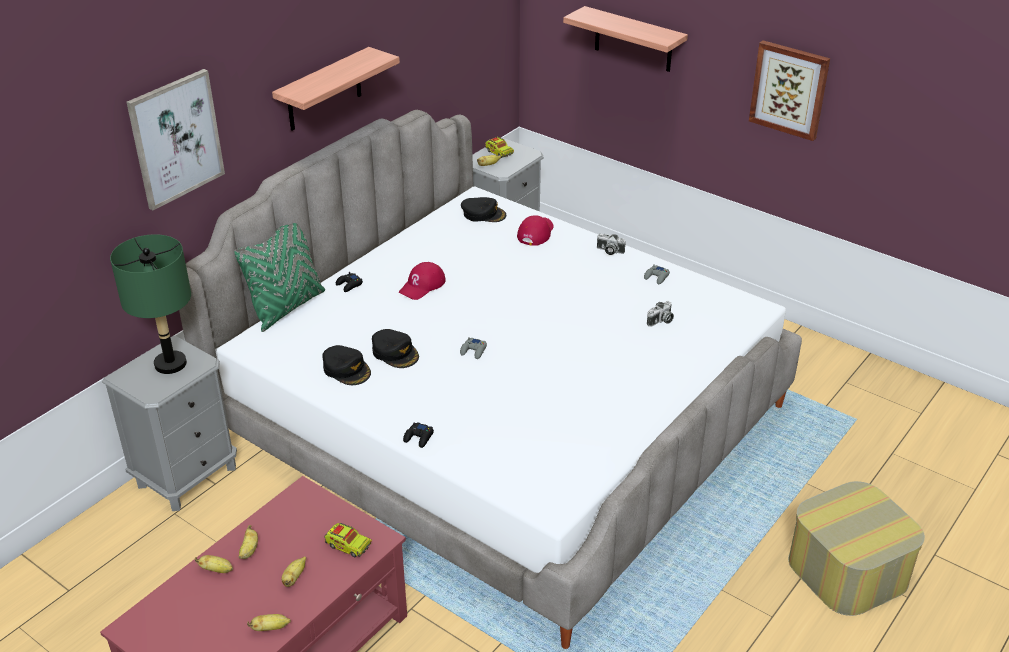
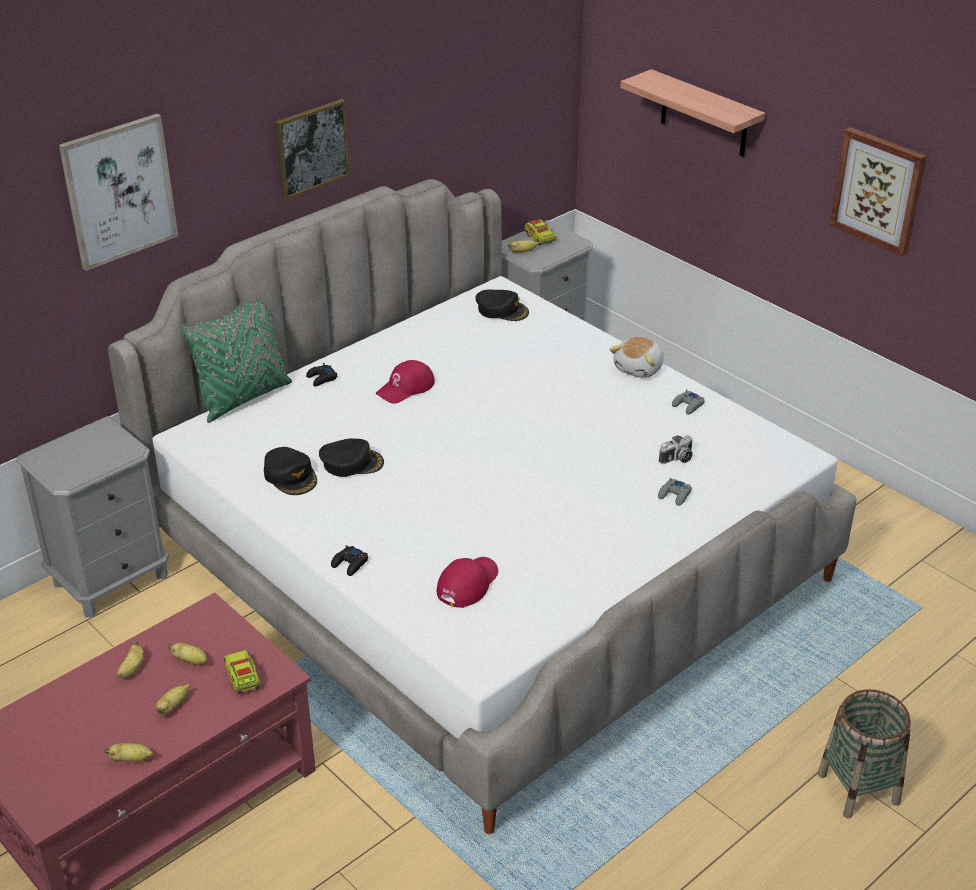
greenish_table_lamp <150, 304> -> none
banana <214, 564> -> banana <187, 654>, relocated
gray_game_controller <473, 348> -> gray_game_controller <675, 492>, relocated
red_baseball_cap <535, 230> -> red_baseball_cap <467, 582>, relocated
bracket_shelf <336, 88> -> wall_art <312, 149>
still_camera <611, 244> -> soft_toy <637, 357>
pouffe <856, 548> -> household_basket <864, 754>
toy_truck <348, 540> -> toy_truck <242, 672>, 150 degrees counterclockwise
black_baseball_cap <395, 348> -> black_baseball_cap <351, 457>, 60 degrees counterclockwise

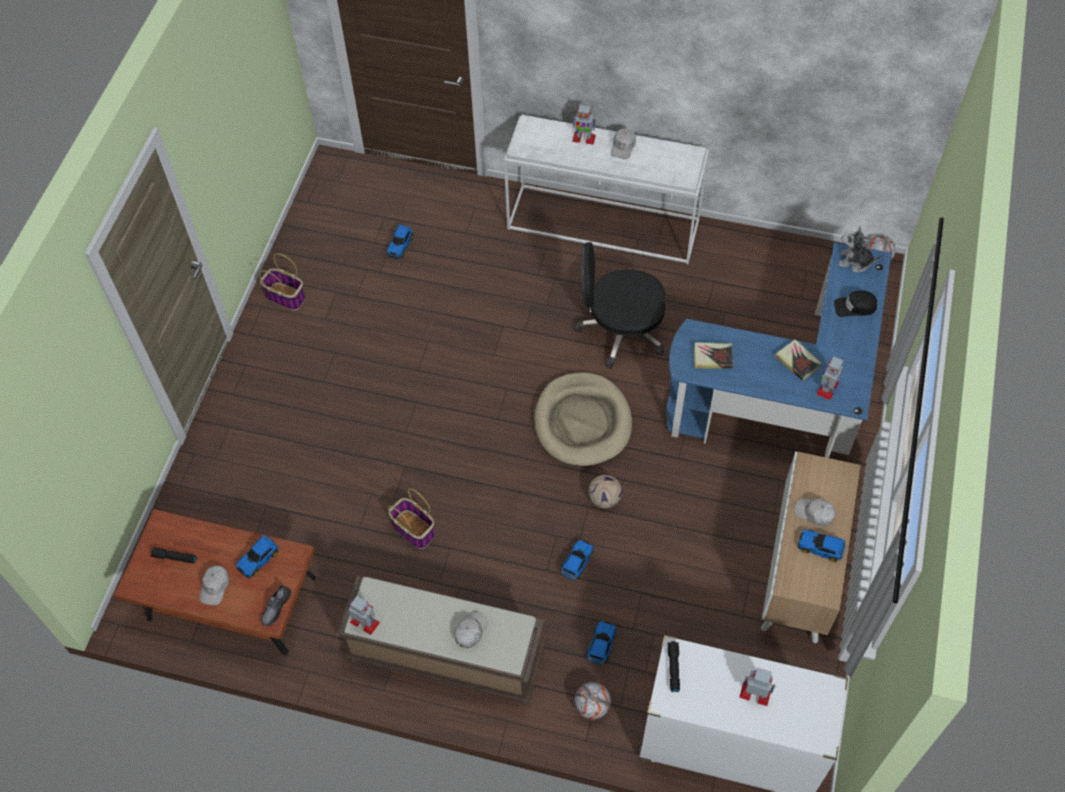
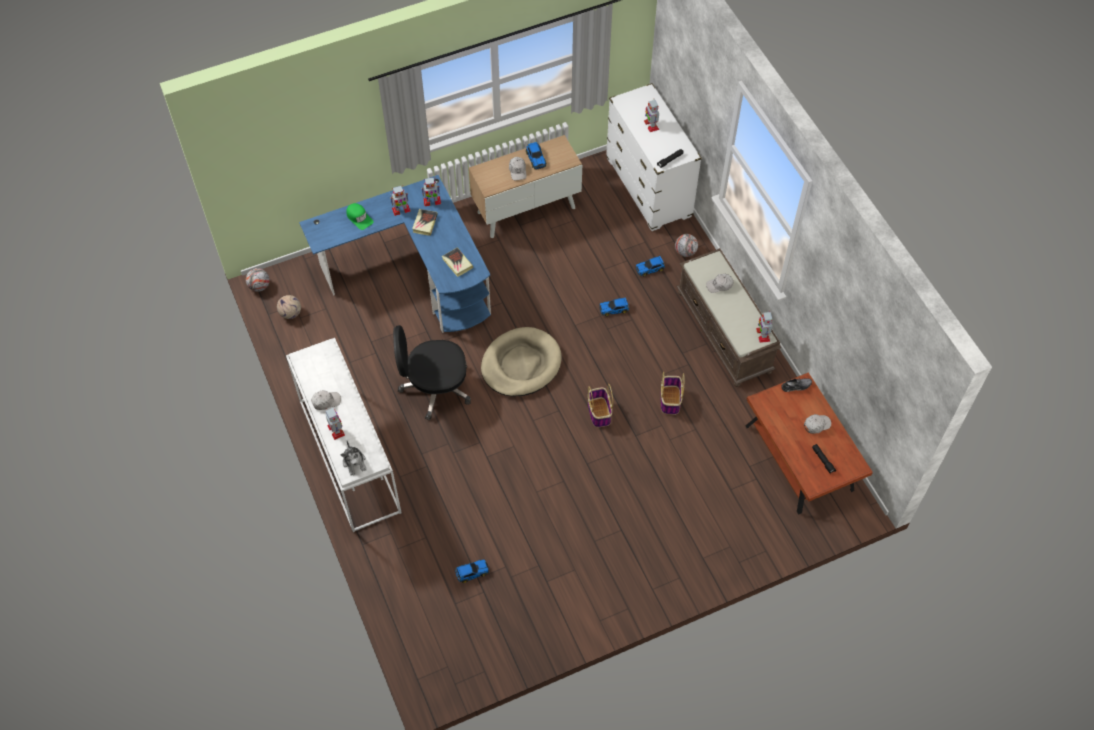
miniature_car <257, 556> -> none
none -> model_robot <400, 200>
household_basket <282, 281> -> household_basket <600, 405>, relocated
football_ball <605, 491> -> football_ball <289, 307>, relocated
soft_toy <860, 249> -> soft_toy <353, 458>, relocated
black_baseball_cap <855, 304> -> greenish_baseball_cap <360, 216>
black_desk_chair <619, 305> -> black_desk_chair <432, 372>, 120 degrees clockwise

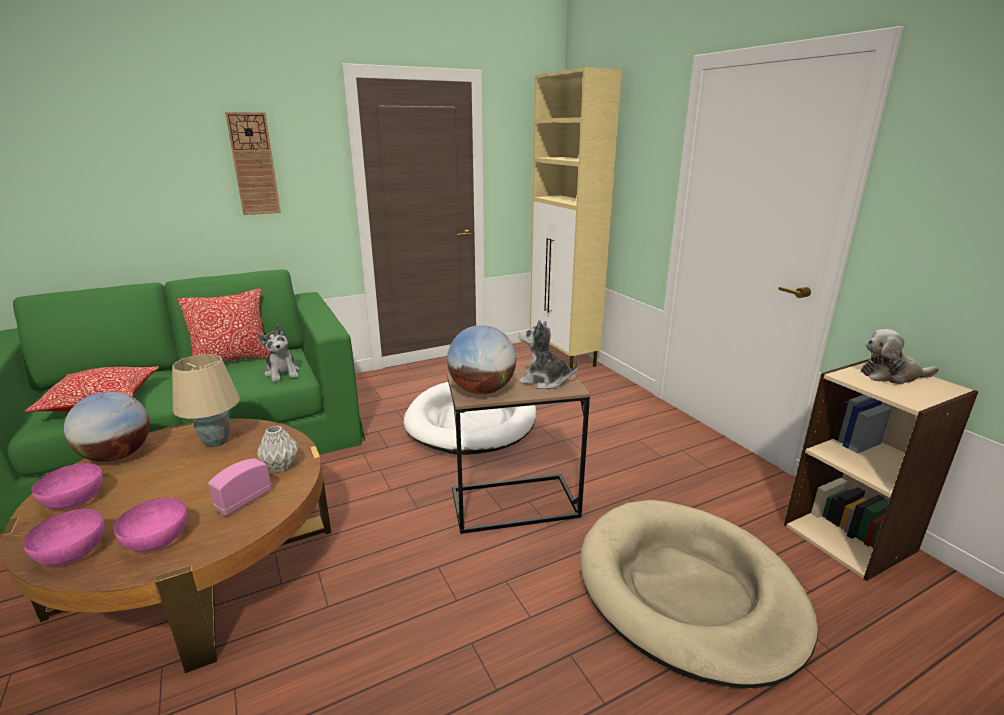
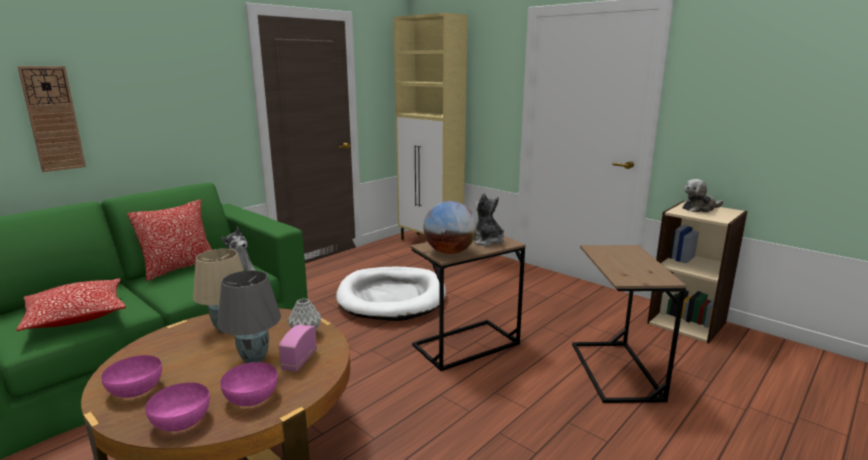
globe <107, 426> -> none
none -> gray_table_lamp <249, 316>
clock_on_the_wall <253, 163> -> clock_on_the_wall <52, 119>, relocated
beige-coloured_dog_bed <699, 594> -> brown-coloured_accent_table <629, 324>
soft_toy <549, 354> -> soft_toy <489, 219>, 60 degrees clockwise

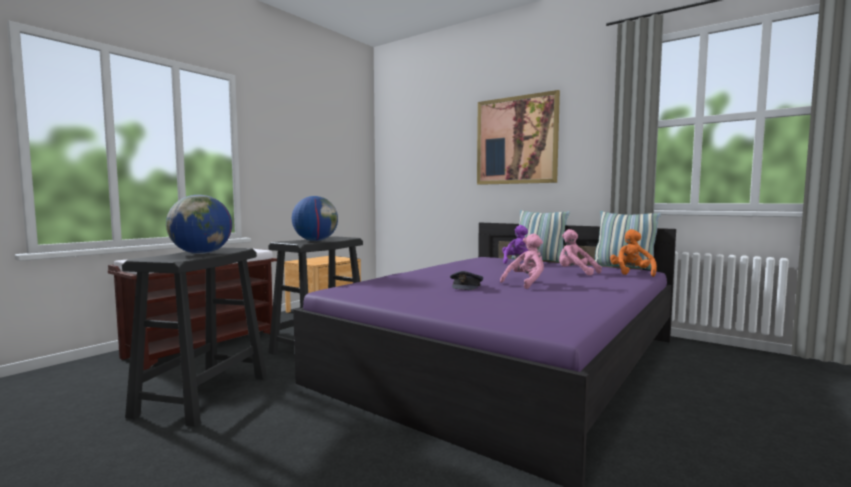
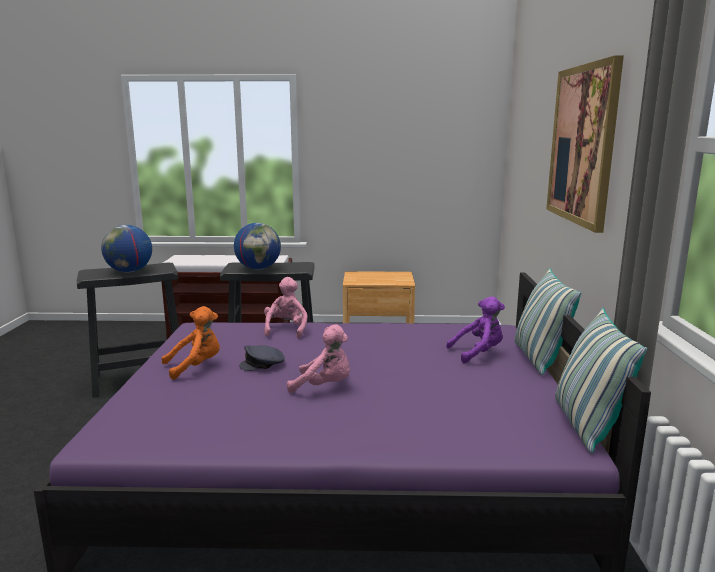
pinkish_soft_toy <580, 252> -> pinkish_soft_toy <286, 307>, relocated
orange-coloured_soft_toy <633, 253> -> orange-coloured_soft_toy <191, 343>, relocated

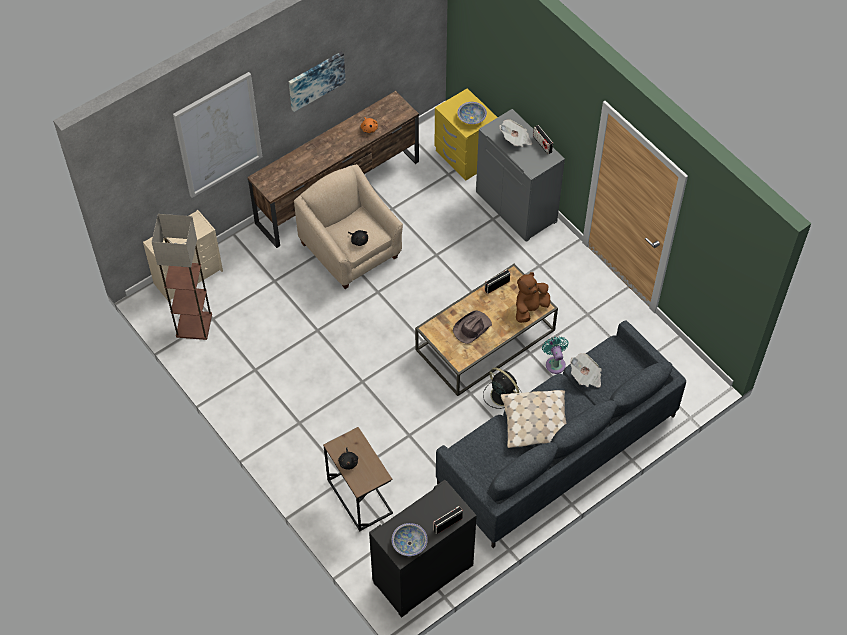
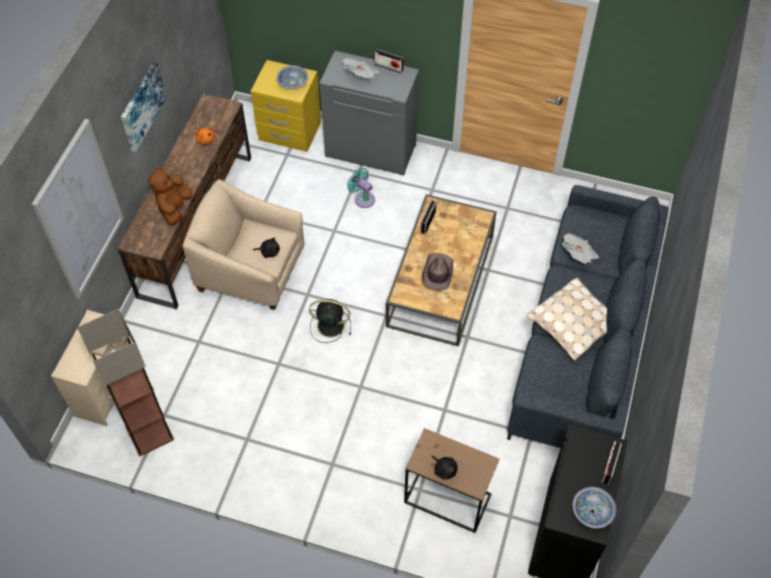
black_fan <502, 388> -> black_fan <330, 321>, relocated
brown-coloured_soft_toy <533, 297> -> brown-coloured_soft_toy <170, 195>, relocated
turquoise-coloured_fan <555, 355> -> turquoise-coloured_fan <361, 188>, relocated

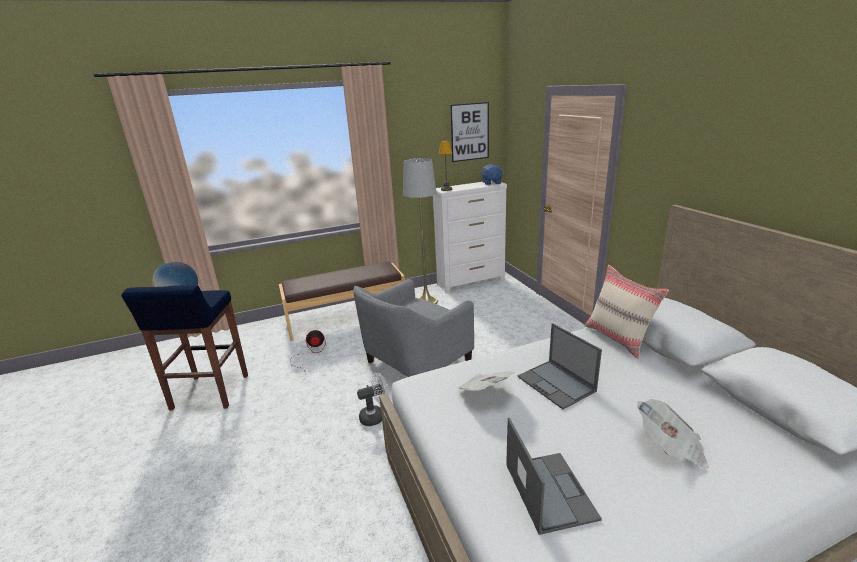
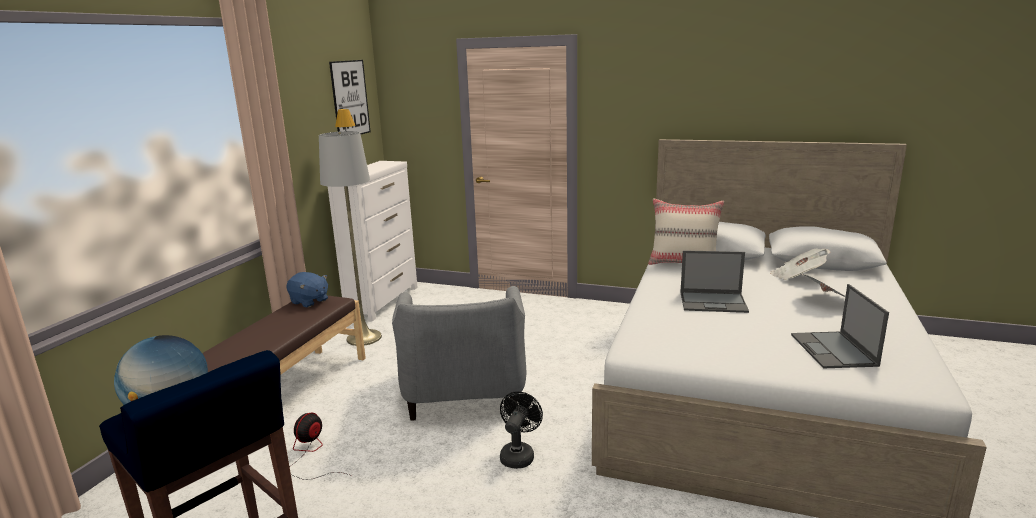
printed_paper <486, 381> -> printed_paper <800, 264>, relocated
blue-coloured_soft_toy <492, 174> -> blue-coloured_soft_toy <307, 289>, relocated
white_fan <373, 399> -> black_fan <521, 430>
laptop <554, 476> -> laptop <840, 326>, 120 degrees counterclockwise

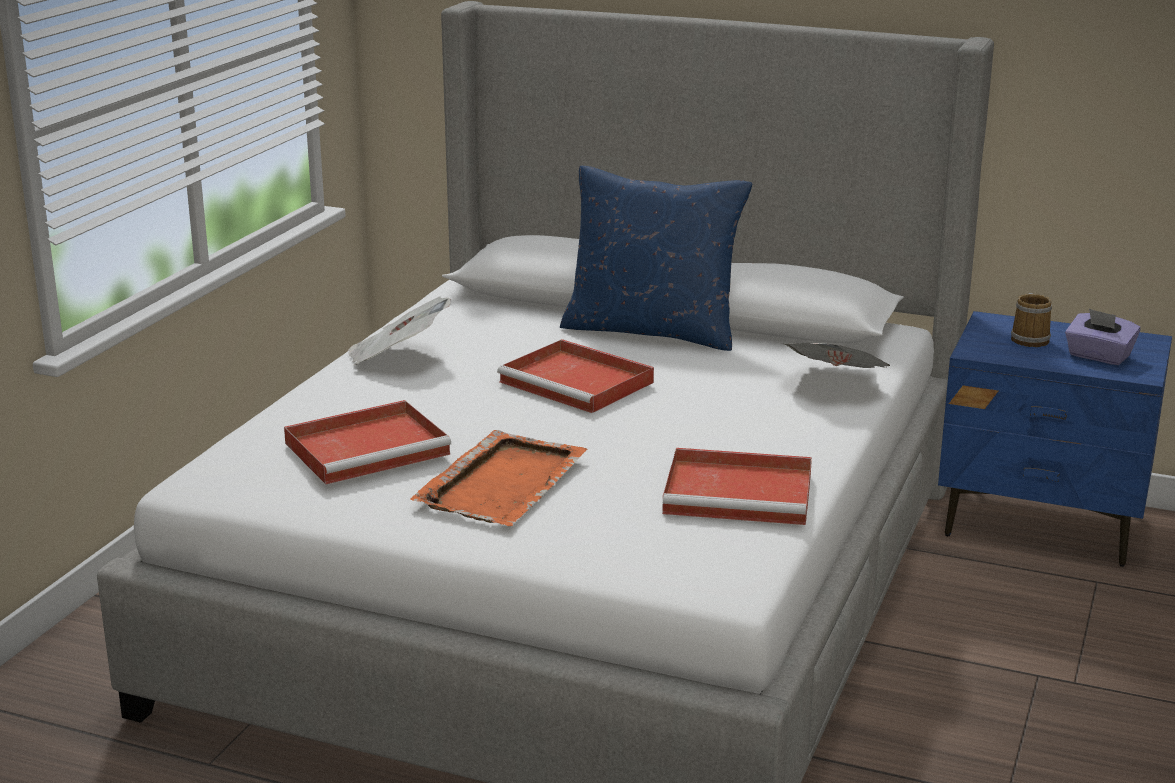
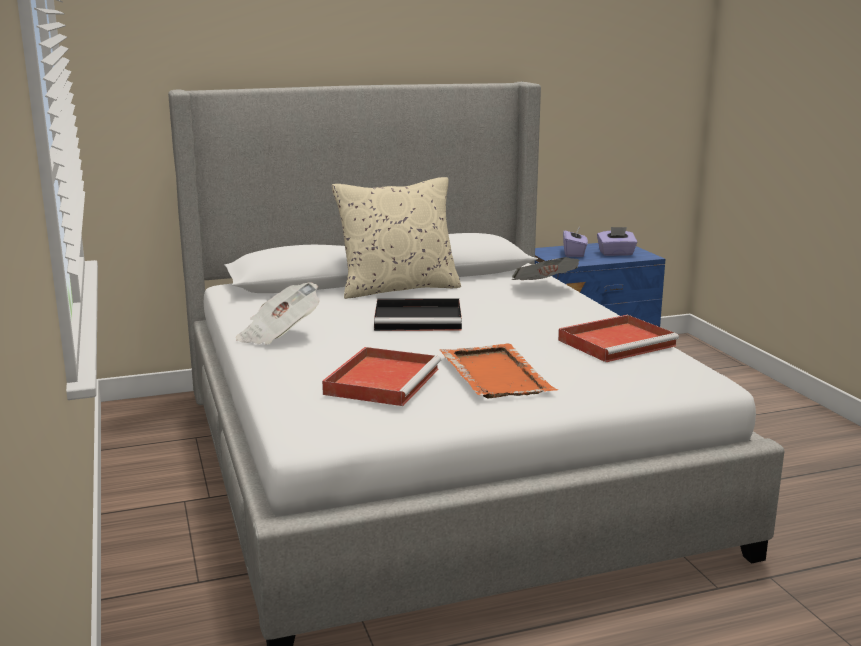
tea_mug <1031, 320> -> purple-coloured_tissue_holder <575, 241>
red_tray <575, 376> -> black_tray <418, 314>
blue-coloured_throw_pillow <656, 258> -> beige-coloured_throw_pillow <396, 238>

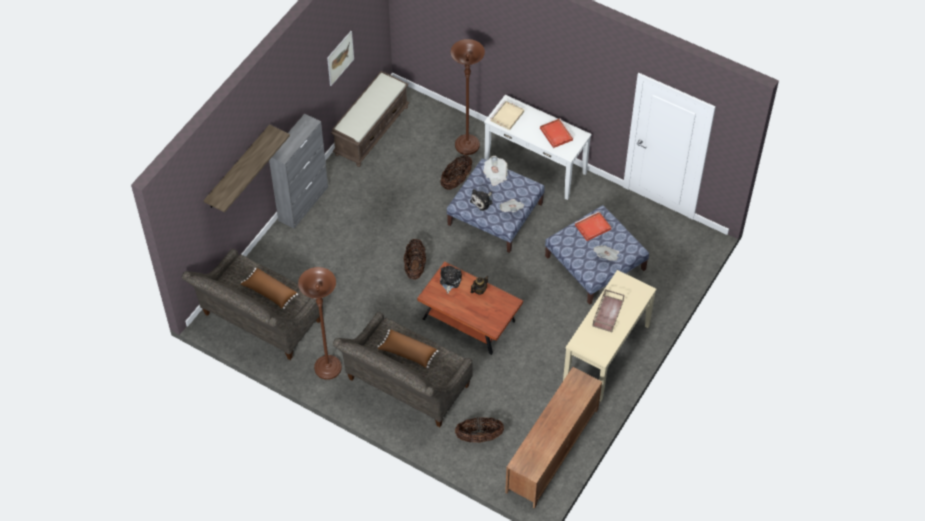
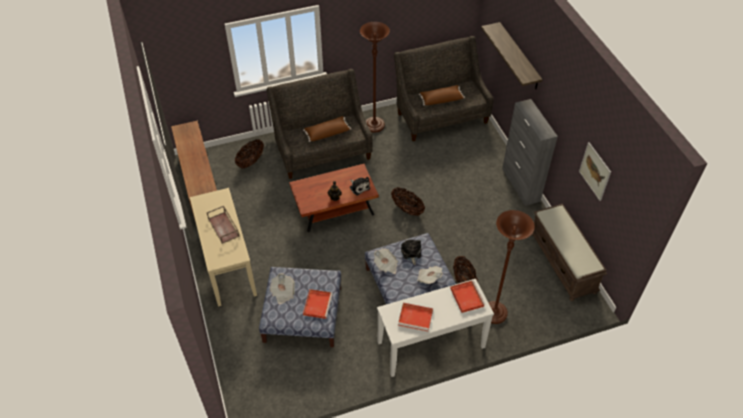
beige-coloured_tray <507, 115> -> red_tray <467, 296>

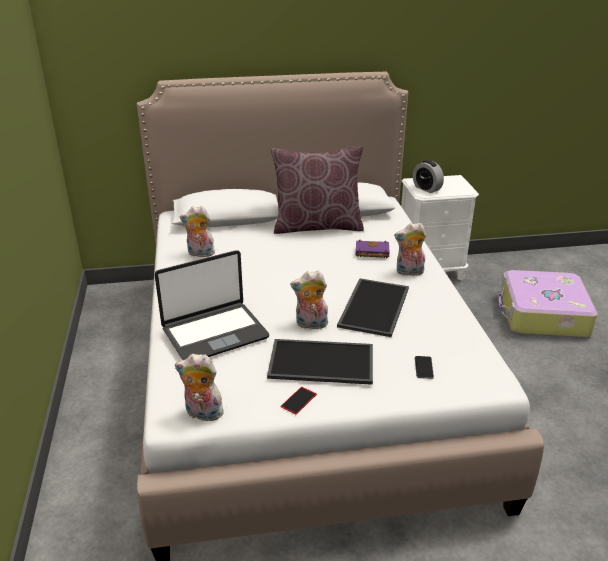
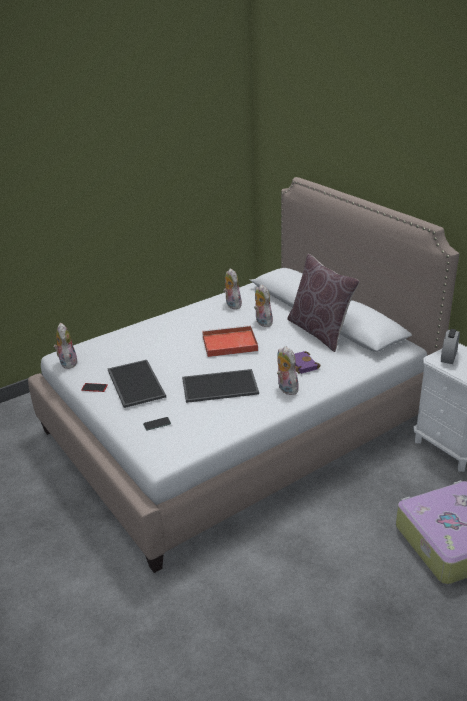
laptop <212, 305> -> none
none -> red_tray <230, 341>
soft_toy <309, 300> -> soft_toy <264, 305>, relocated

